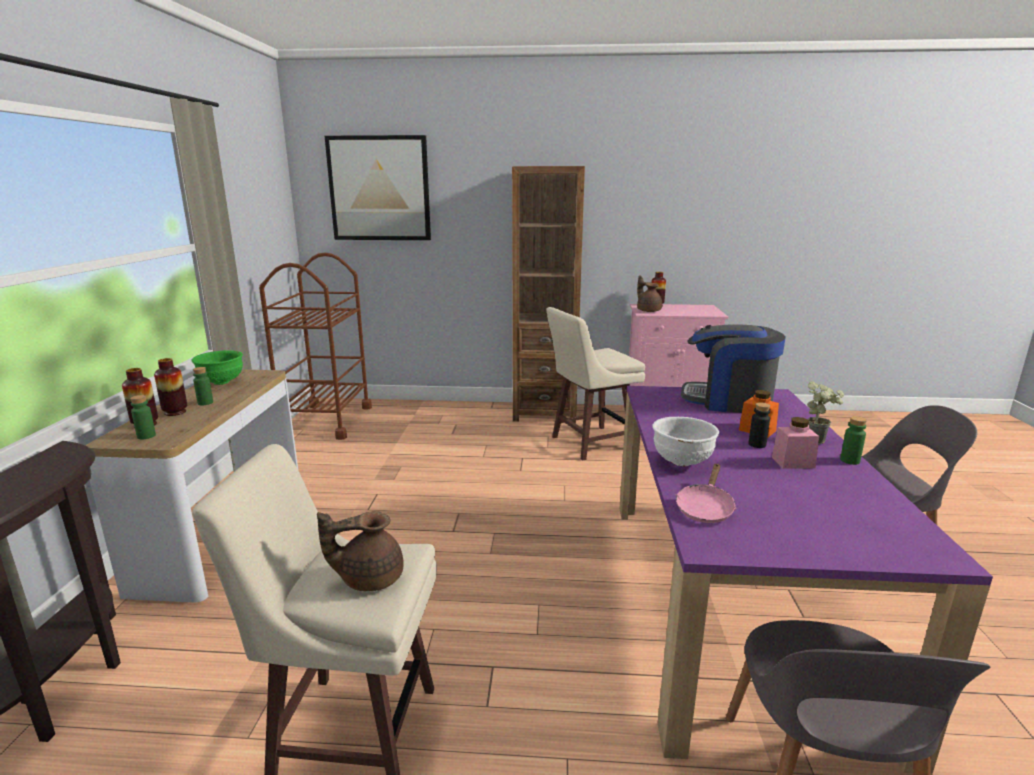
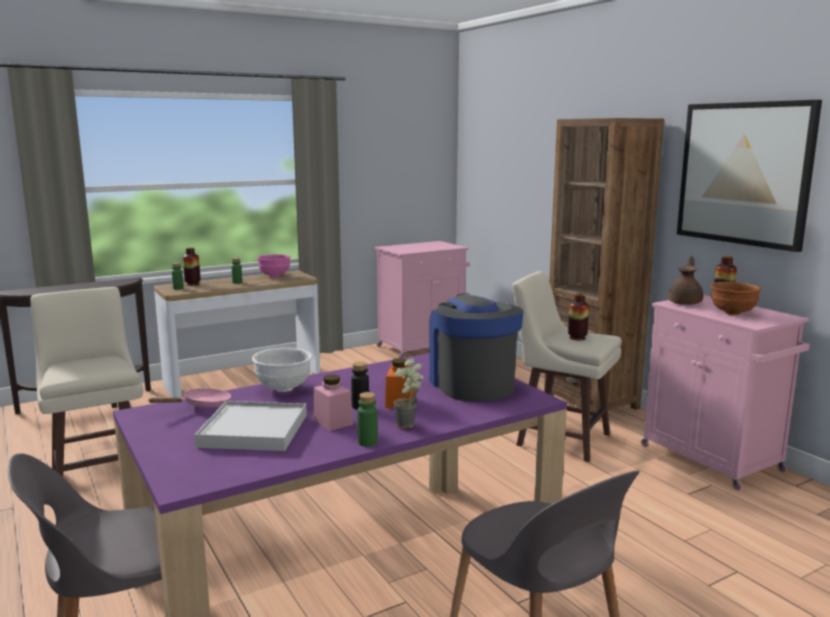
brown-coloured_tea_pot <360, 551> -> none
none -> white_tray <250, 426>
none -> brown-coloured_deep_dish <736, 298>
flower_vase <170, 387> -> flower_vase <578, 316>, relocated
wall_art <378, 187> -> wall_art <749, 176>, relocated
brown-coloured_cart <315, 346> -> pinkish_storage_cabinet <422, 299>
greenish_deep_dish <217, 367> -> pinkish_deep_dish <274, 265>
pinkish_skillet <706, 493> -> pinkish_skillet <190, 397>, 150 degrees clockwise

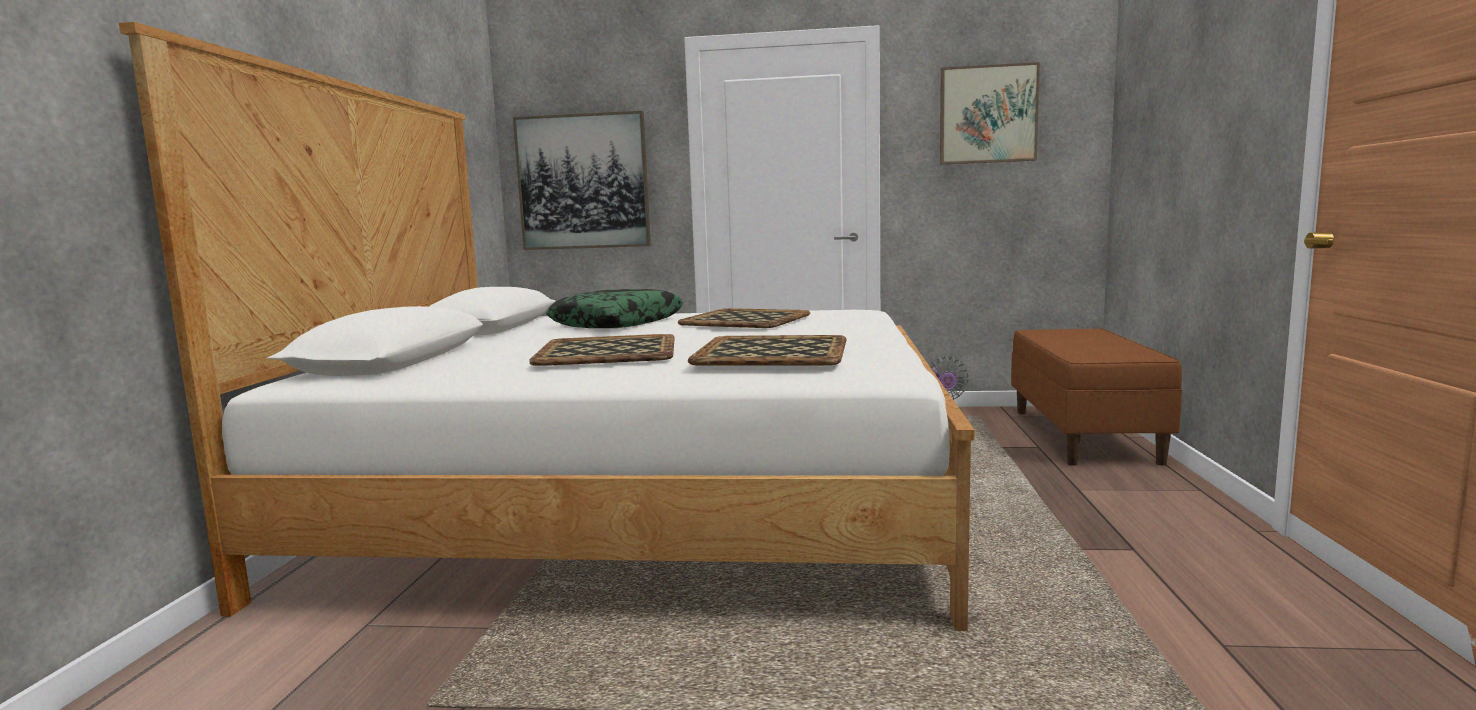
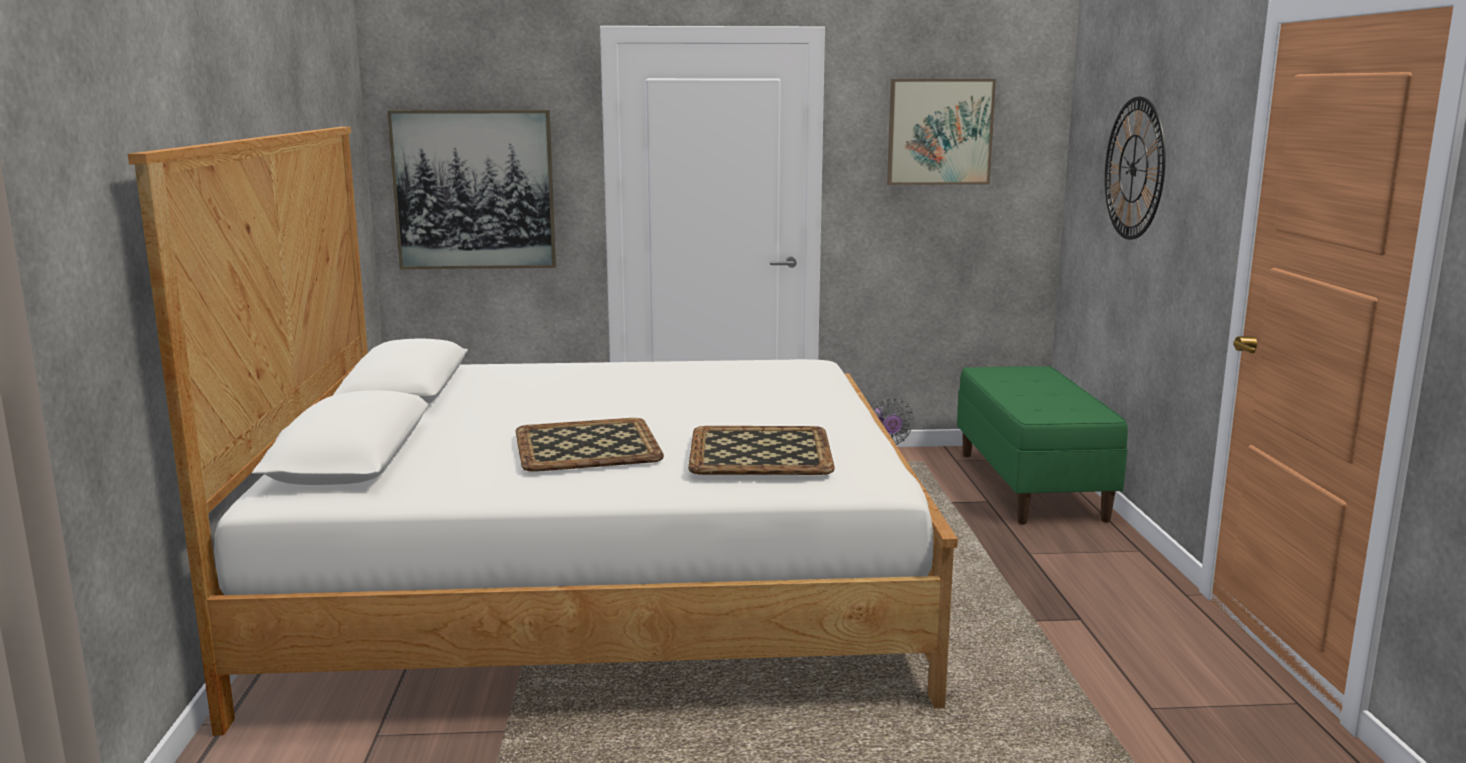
throw_pillow <615, 308> -> none
tray <744, 318> -> none
none -> clock_on_the_wall <1135, 168>
brown-coloured_indoor_bench <1096, 397> -> greenish_indoor_bench <1042, 445>

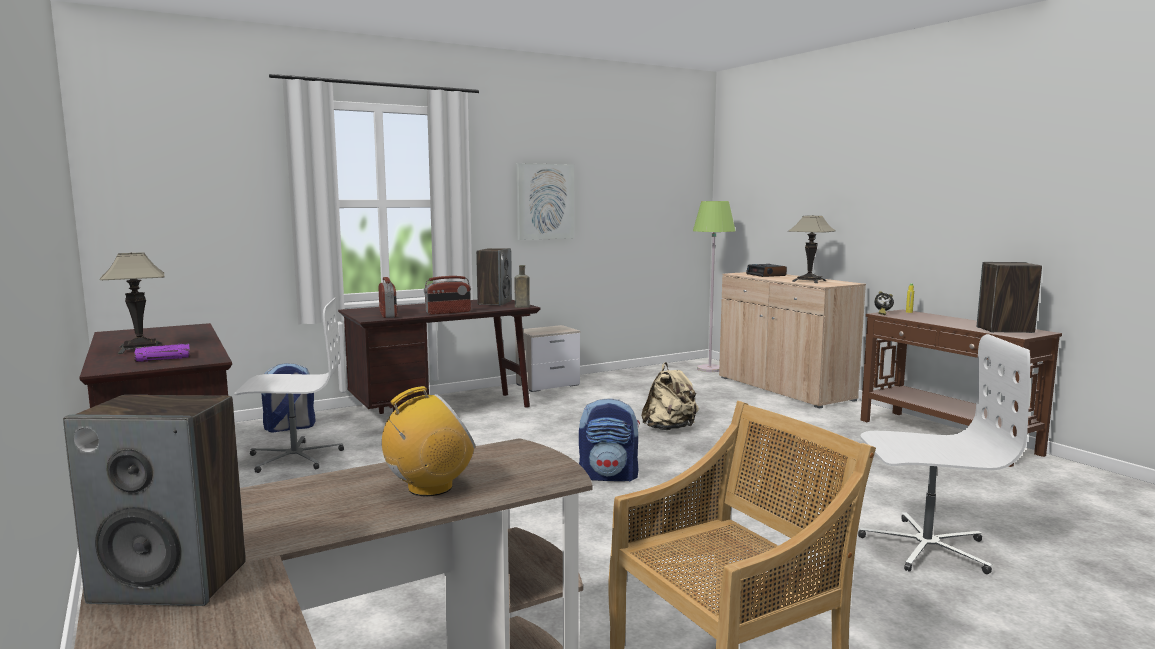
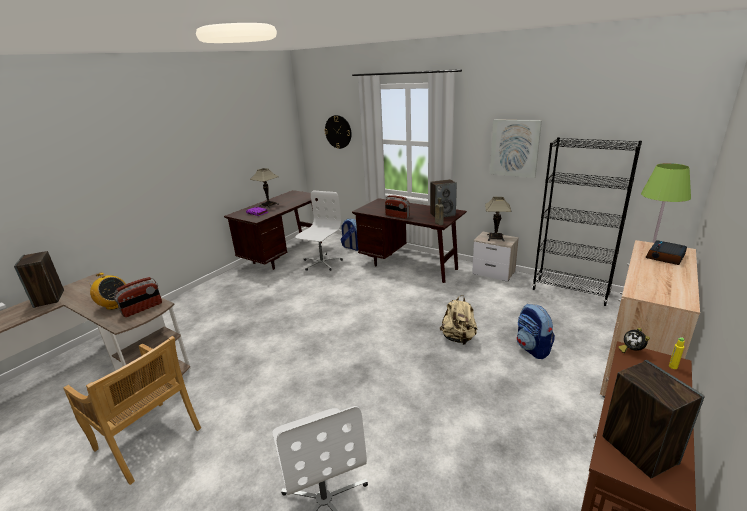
none -> clock_on_the_wall <337, 132>
none -> black_bookshelf <587, 221>
radio_receiver <387, 297> -> radio_receiver <138, 297>, relocated
backpack <609, 440> -> backpack <536, 331>, relocated
table_lamp <811, 249> -> table_lamp <498, 219>, relocated
white_desk_chair <289, 385> -> white_desk_chair <319, 230>, 120 degrees counterclockwise

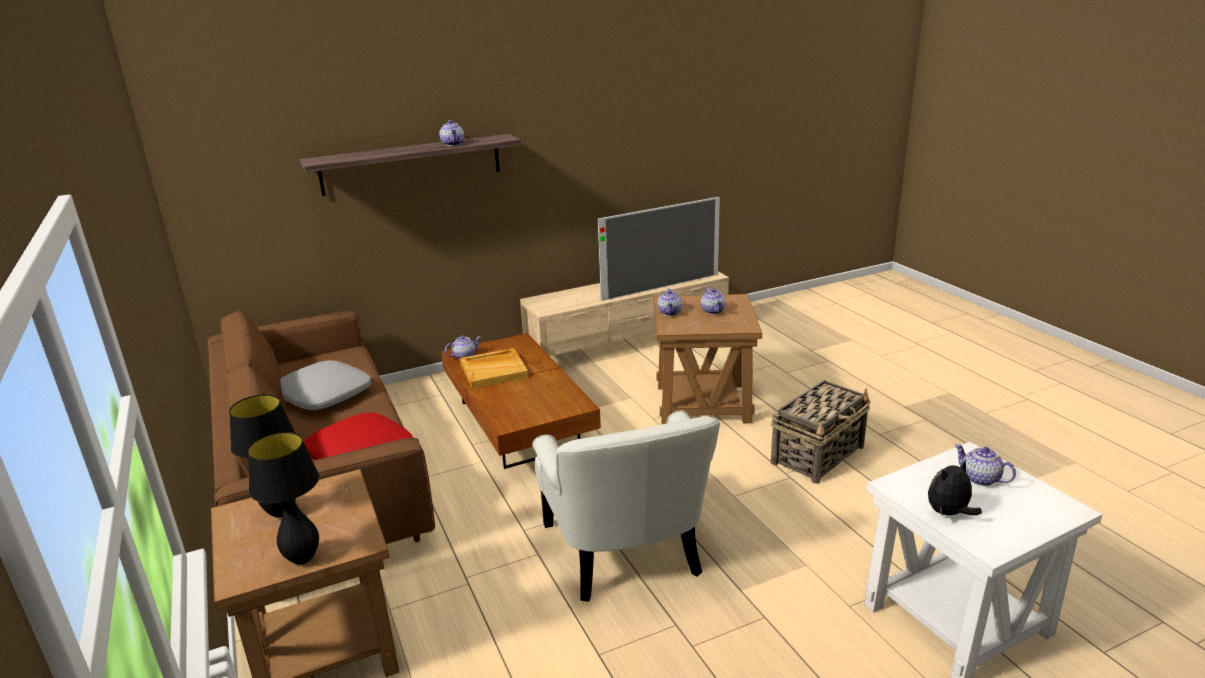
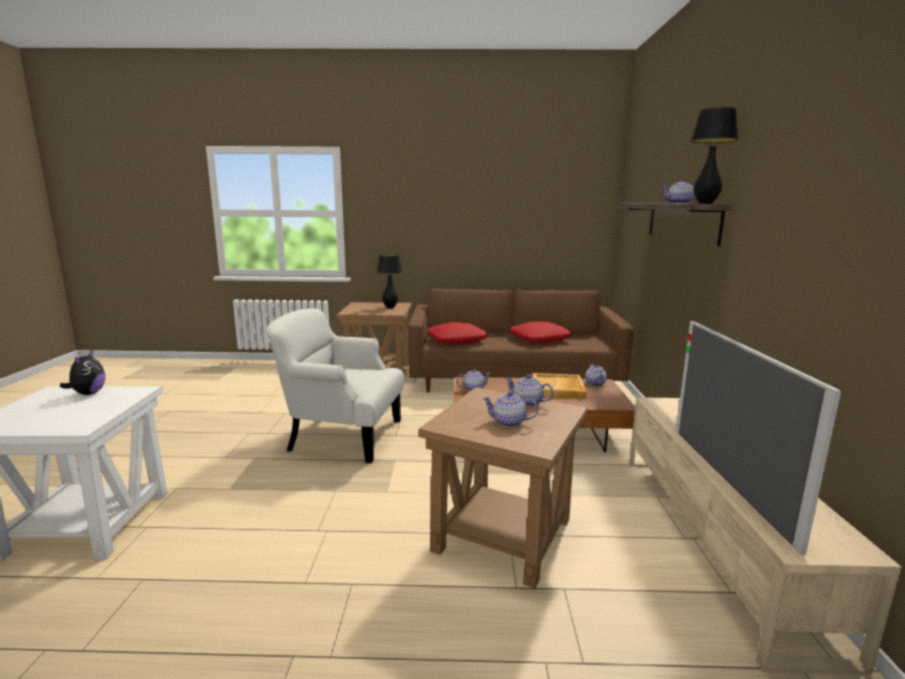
household_basket <821, 432> -> none
black_table_lamp <283, 498> -> black_table_lamp <714, 155>, relocated
tea_pot <985, 465> -> tea_pot <474, 380>, relocated
gray_throw_pillow <325, 385> -> red_throw_pillow <541, 332>

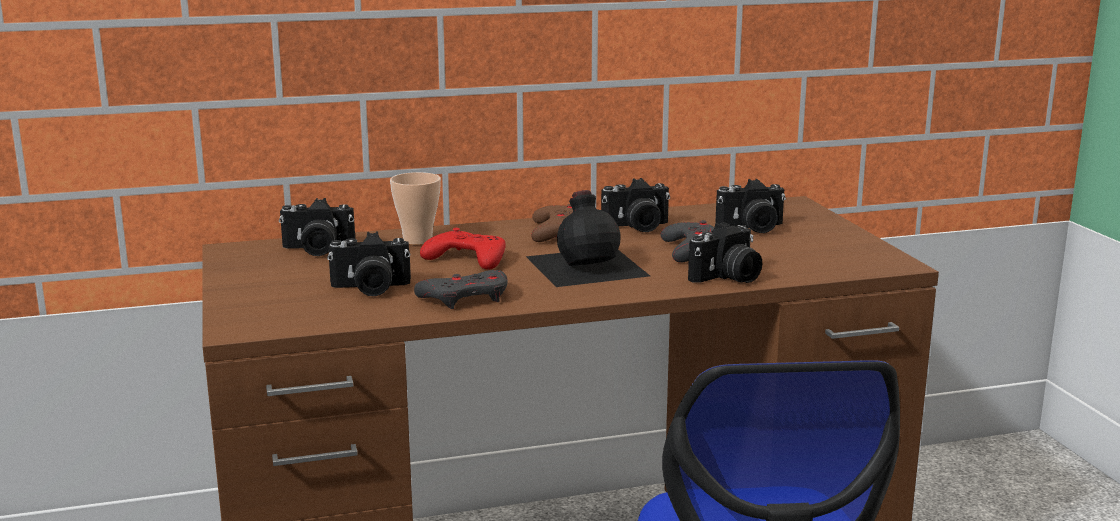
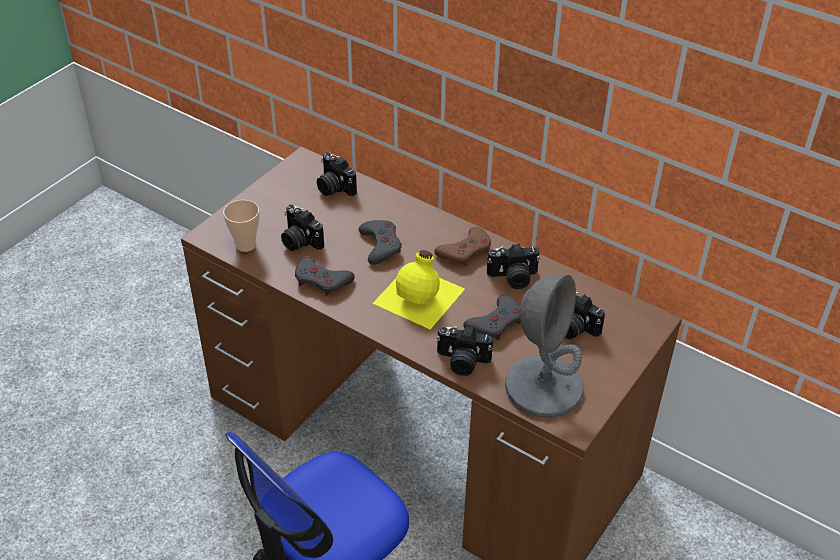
none -> gray_table_lamp <544, 346>
drinking_cup <415, 208> -> drinking_cup <241, 226>, relocated
red_game_controller <463, 248> -> gray_game_controller <380, 242>
black_drink_bottle <588, 238> -> yellow-coloured_drink_bottle <419, 290>
still_camera <635, 205> -> still_camera <513, 266>, 45 degrees counterclockwise

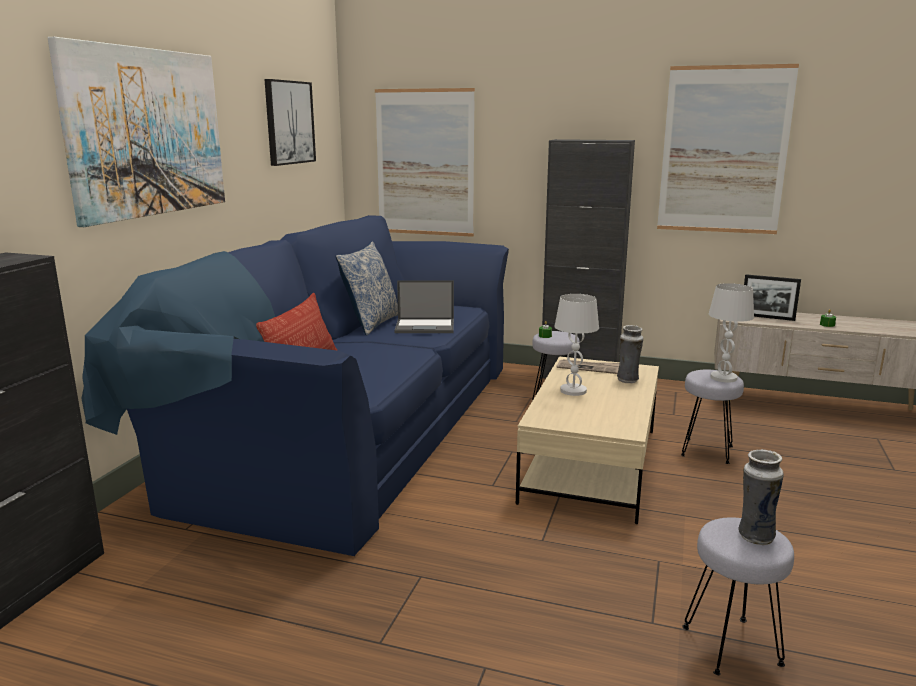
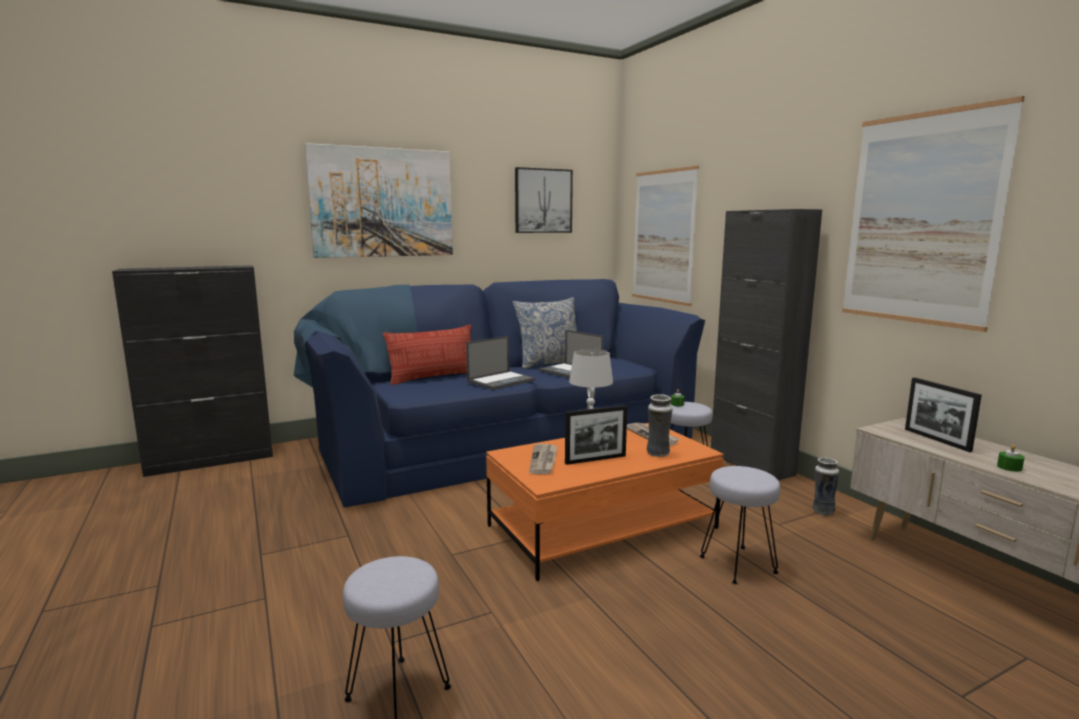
white_table_lamp <731, 332> -> none
none -> laptop <500, 363>
none -> printed_paper <543, 459>
none -> standing_frame <596, 435>
flower_vase <761, 497> -> flower_vase <825, 486>, relocated
beige-coloured_low_table <587, 440> -> orange-coloured_low_table <605, 502>

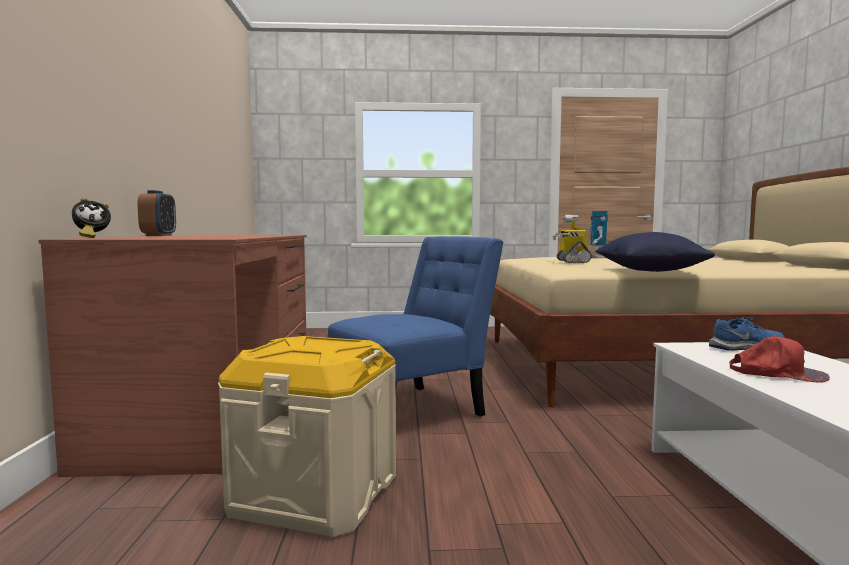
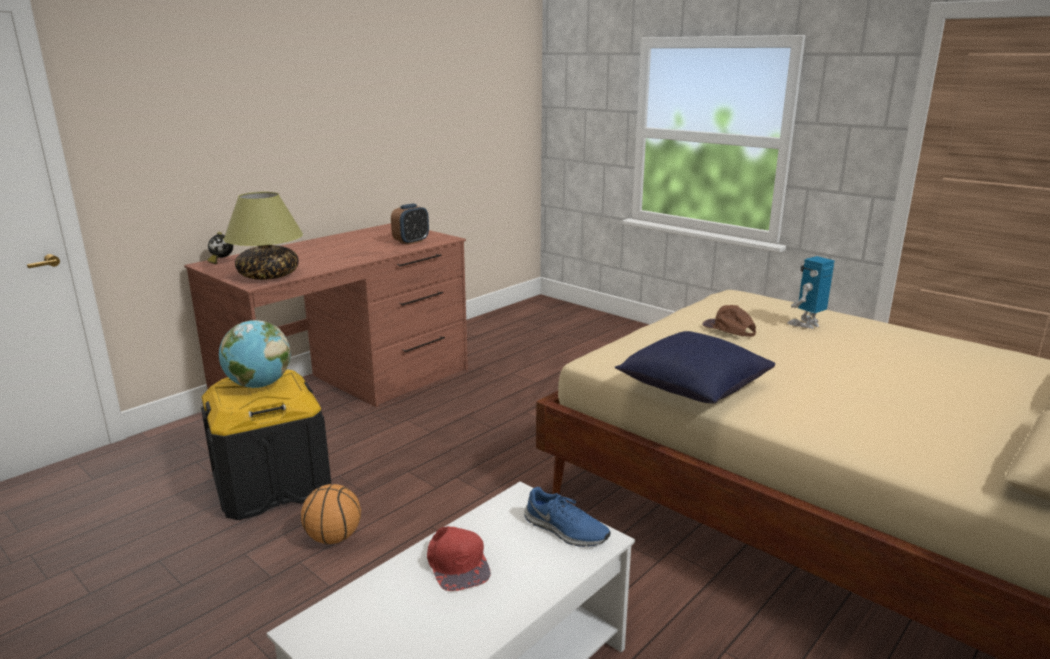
blue-coloured_plain_chair <415, 326> -> none
none -> globe <254, 354>
none -> table_lamp <263, 236>
none -> basketball <331, 514>
table_clock <156, 213> -> table_clock <410, 224>, relocated
model_robot <572, 239> -> brown-coloured_baseball_cap <729, 321>
beige-coloured_storage_box <307, 436> -> black_storage_box <266, 444>

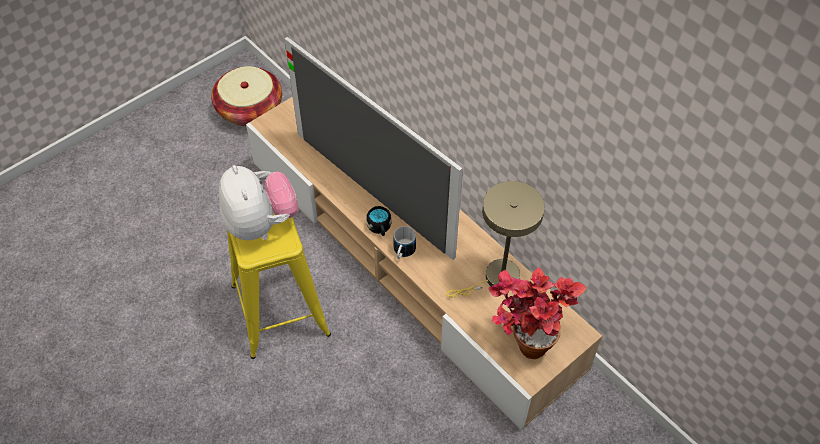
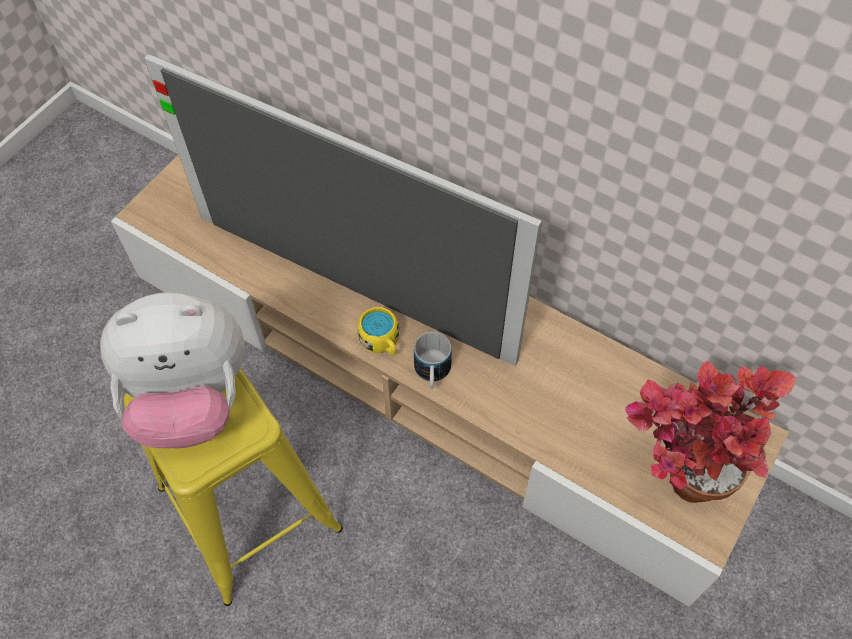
household_basket <246, 96> -> none
beige-coloured_table_lamp <495, 239> -> none
black_tea_mug <378, 221> -> yellow-coloured_tea_mug <378, 331>
soft_toy <259, 202> -> soft_toy <172, 370>, 120 degrees clockwise

